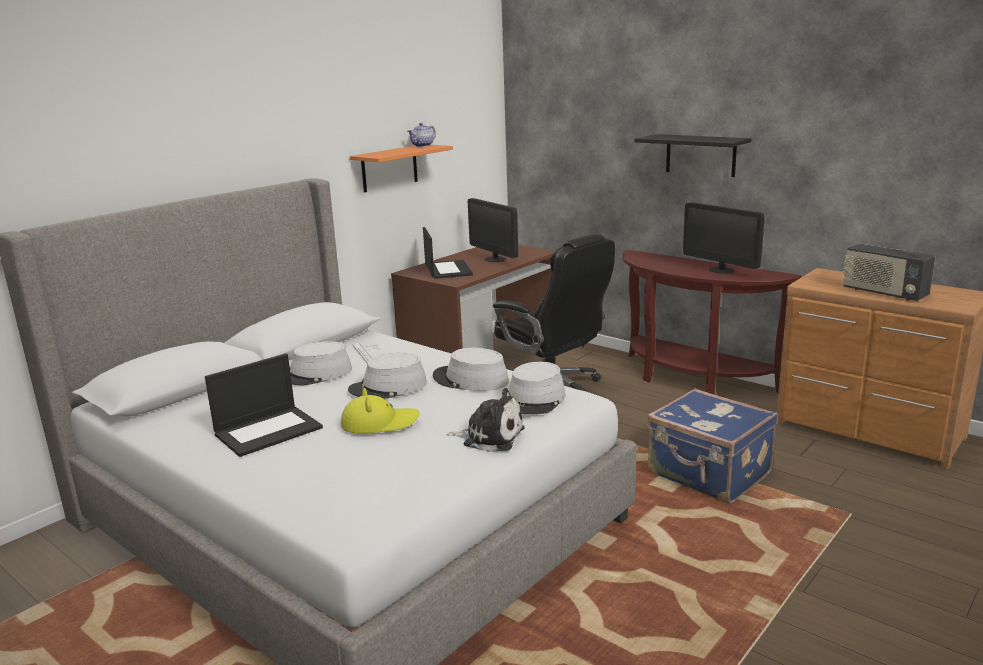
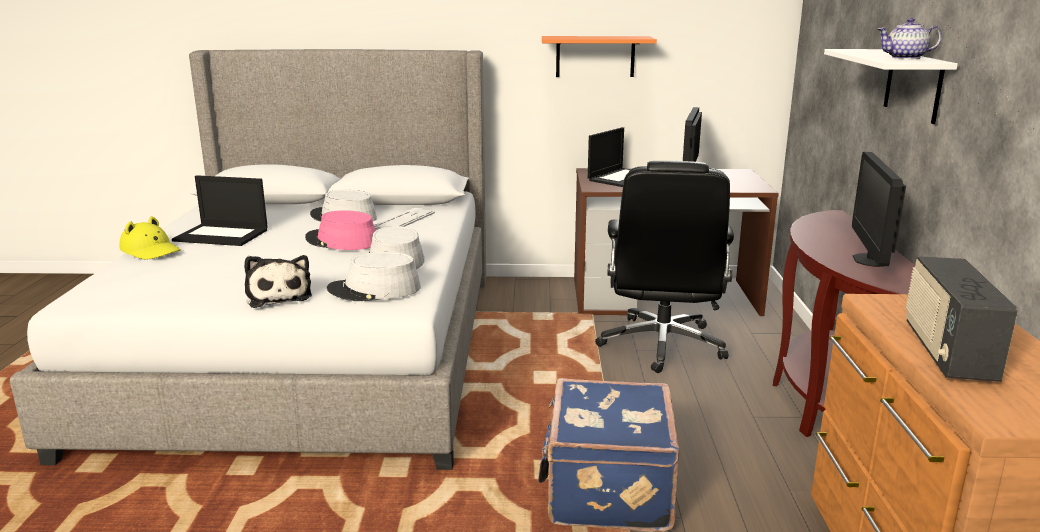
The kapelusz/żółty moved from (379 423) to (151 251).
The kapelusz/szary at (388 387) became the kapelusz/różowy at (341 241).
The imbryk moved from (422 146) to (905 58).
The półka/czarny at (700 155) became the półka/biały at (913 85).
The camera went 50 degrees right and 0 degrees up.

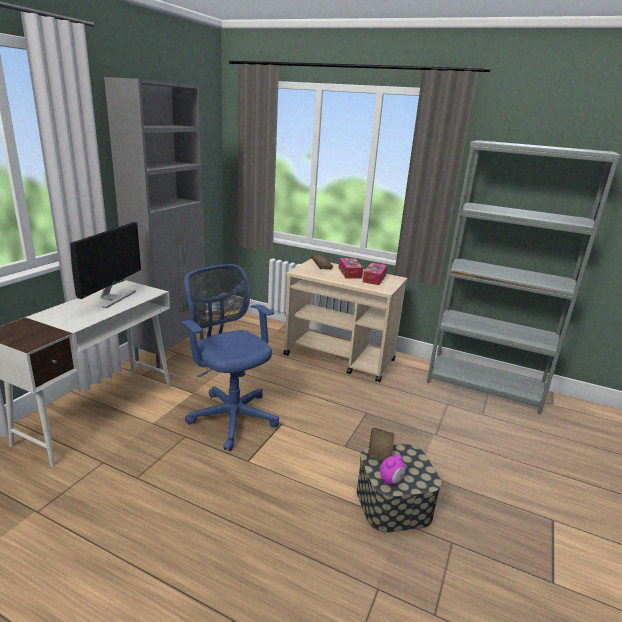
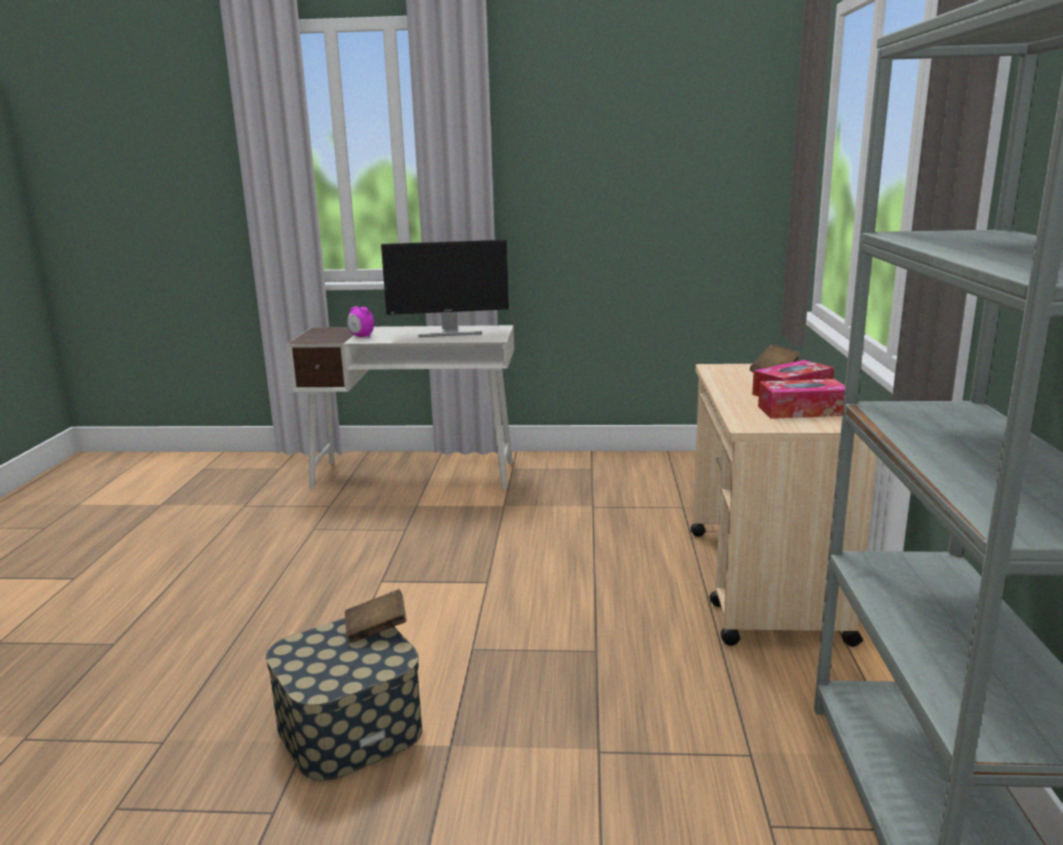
The szafka/szary at (172 350) disappeared.
The krzesło biurowe/niebieski at (231 415) disappeared.
The budzik moved from (391 481) to (361 336).
The camera went 70 degrees right and 5 degrees down.

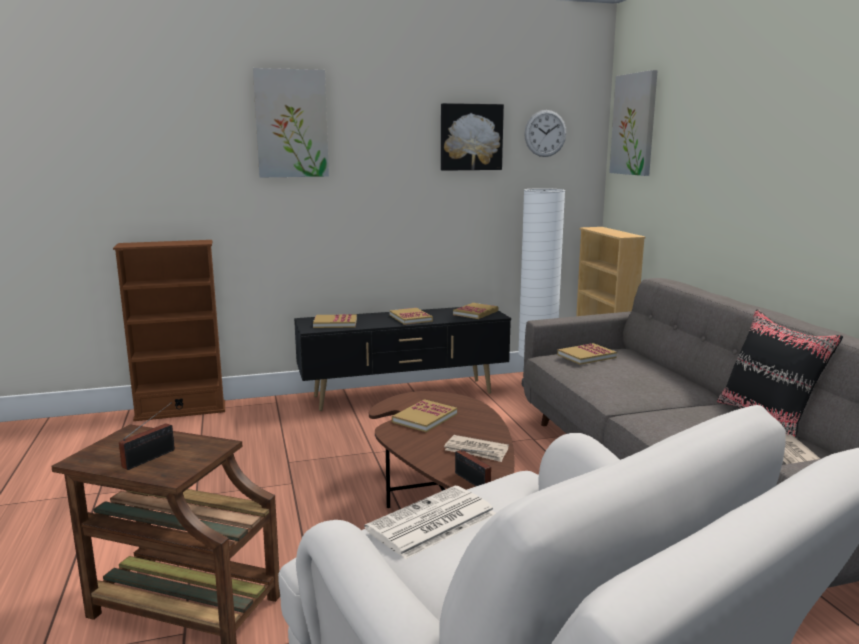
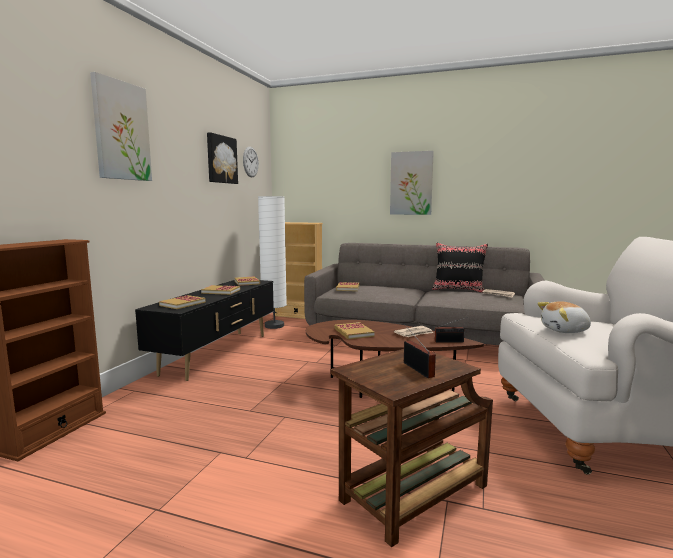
The gazeta at (431 523) was replaced by the pluszak at (565 330).
The obraz moved from (634 124) to (411 183).
The camera went 55 degrees left and 5 degrees down.

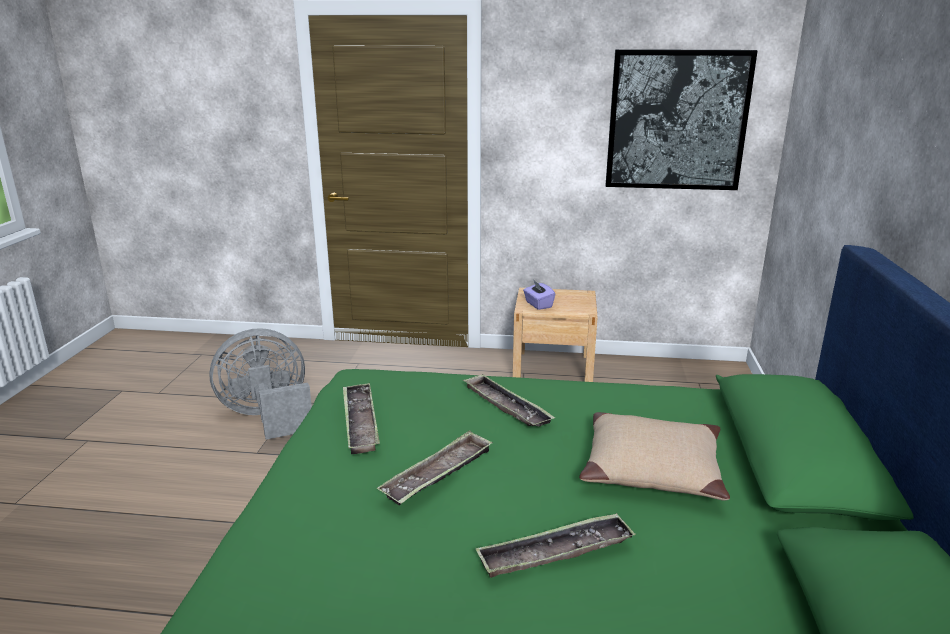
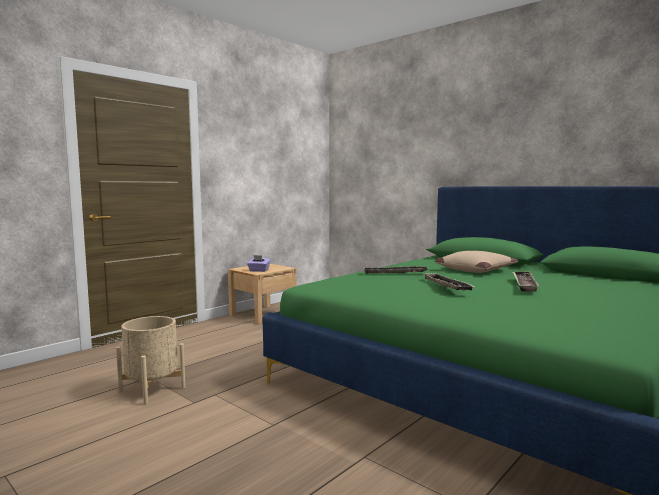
The wentylator/szary at (268 417) was replaced by the donica/beżowy at (152 389).
The taca at (360 422) disappeared.
The obraz at (677 120) disappeared.
The camera went 55 degrees left and 15 degrees down.

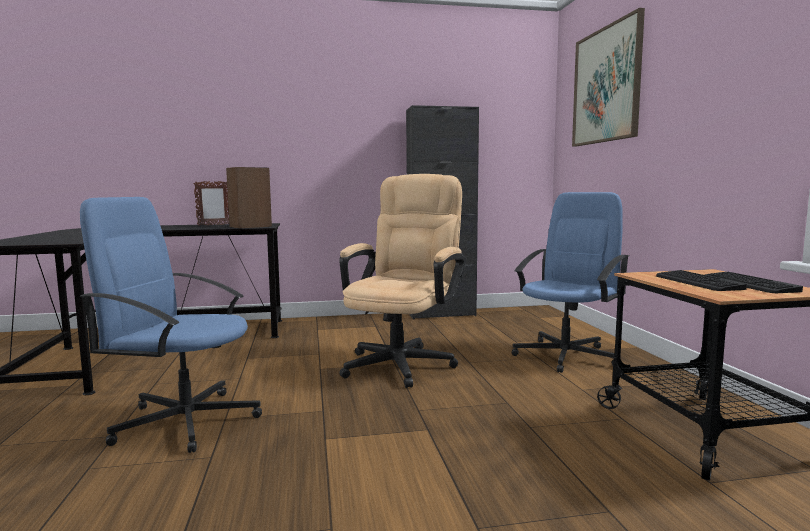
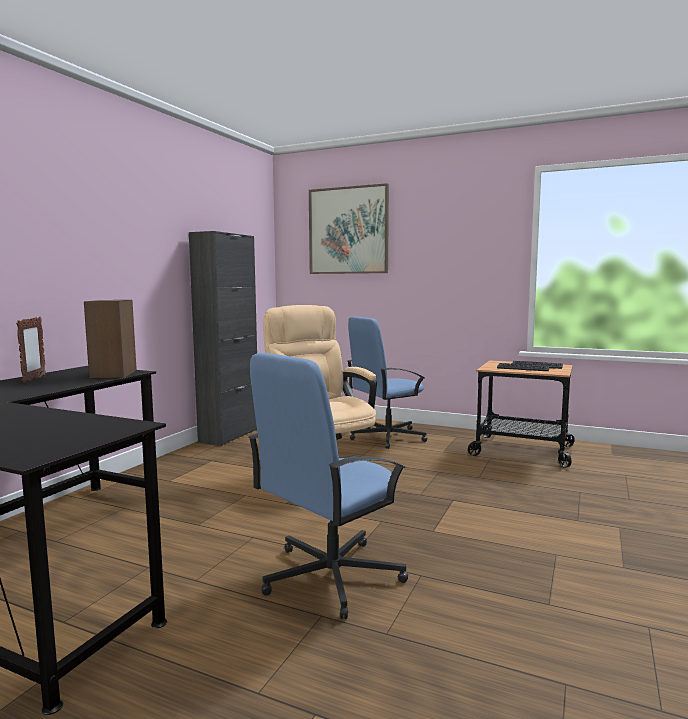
The krzesło biurowe/niebieski at (566 356) turned 105 degrees counterclockwise.
The camera went 55 degrees left and 0 degrees up.

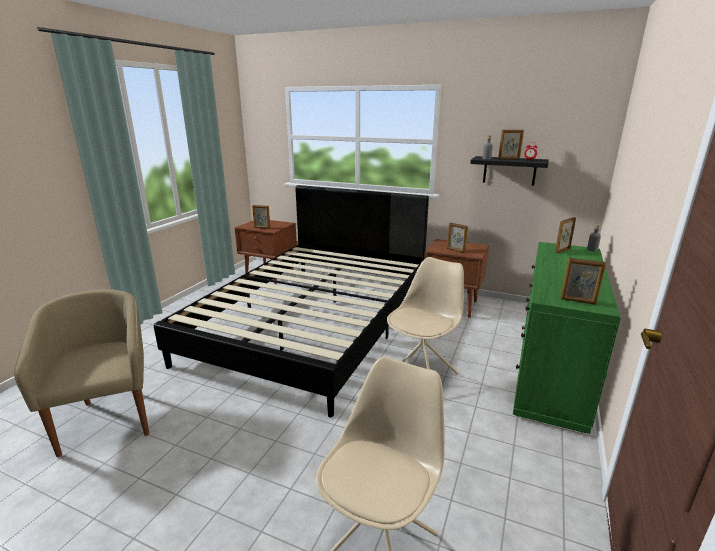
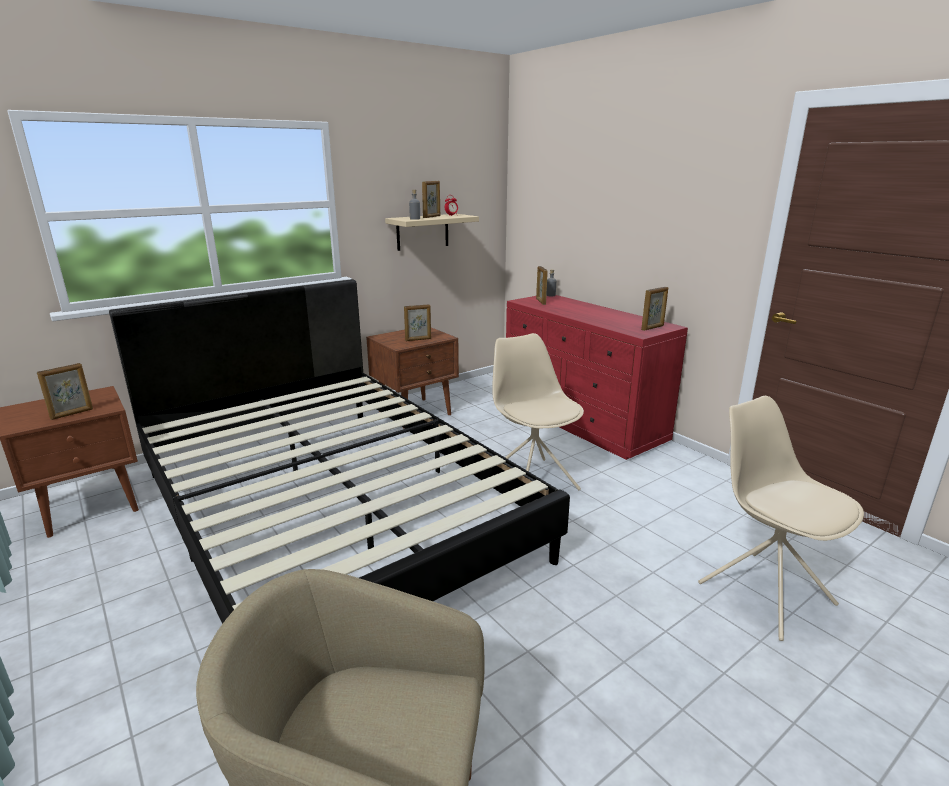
The półka/czarny at (509 171) became the półka/beżowy at (422 232).
The komoda/zielony at (550 374) became the komoda/czerwony at (582 421).
The camera went 60 degrees left and 0 degrees up.

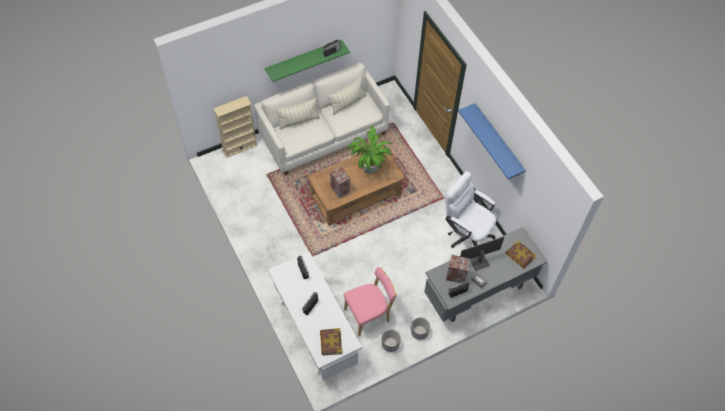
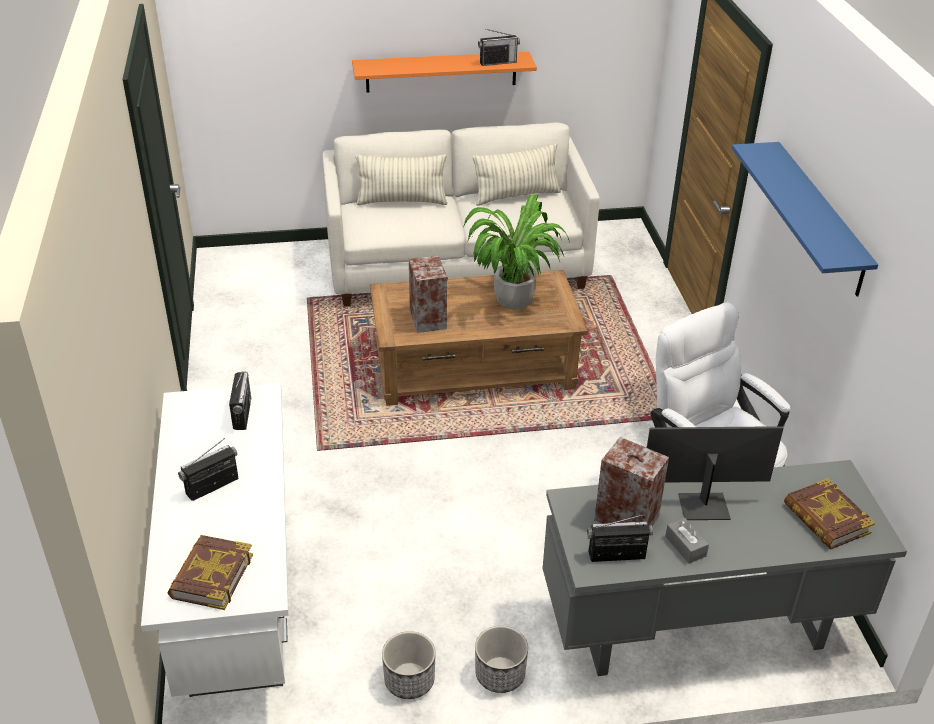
The regał/beżowy at (239 147) disappeared.
The półka/zielony at (304 59) became the półka/pomarańczowy at (441 72).
The krzesło/różowy at (369 315) disappeared.
The camera went 20 degrees right and 20 degrees down.

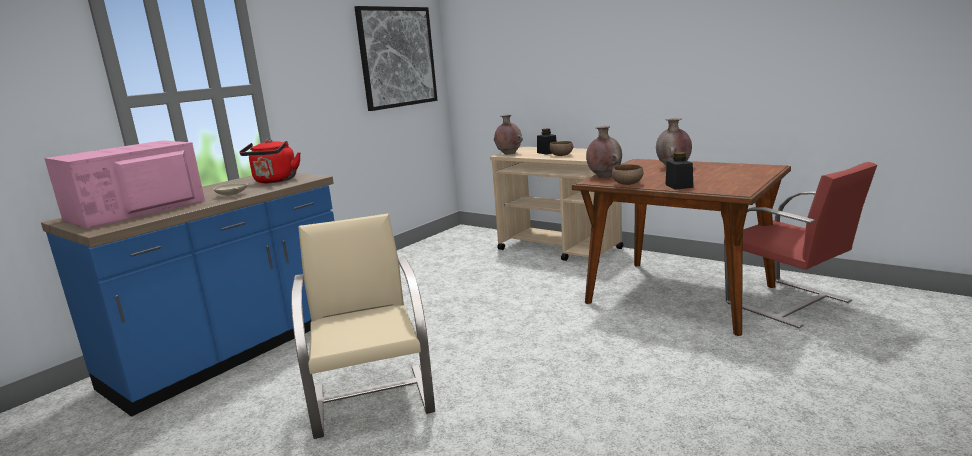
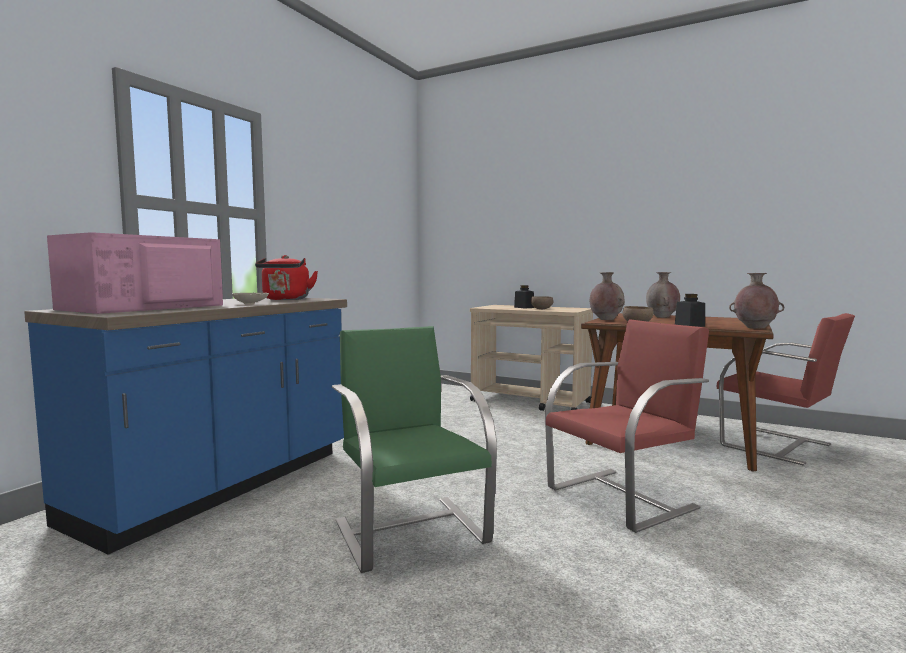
The krzesło/beżowy at (372 398) became the krzesło/zielony at (410 530).
The obraz at (397 57) disappeared.
The wazon/brązowy moved from (508 154) to (754 328).
The krzesło/czerwony at (623 498) appeared.
The camera went 10 degrees left and 10 degrees down.

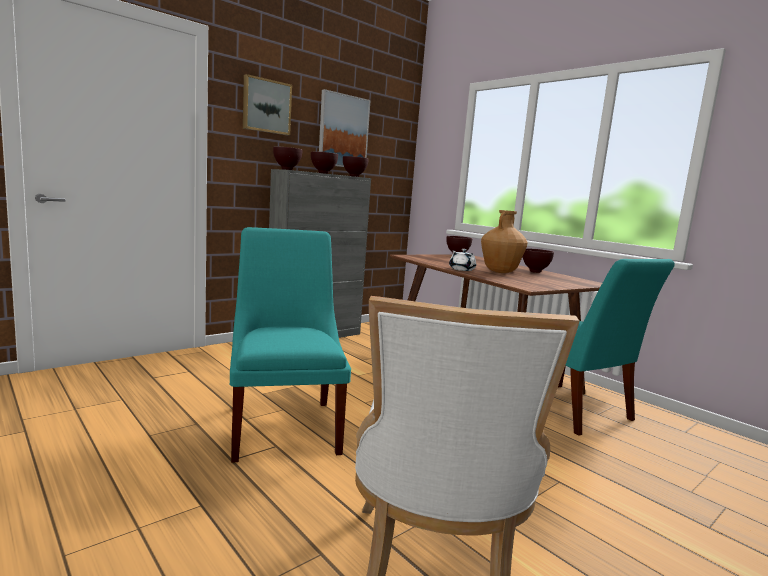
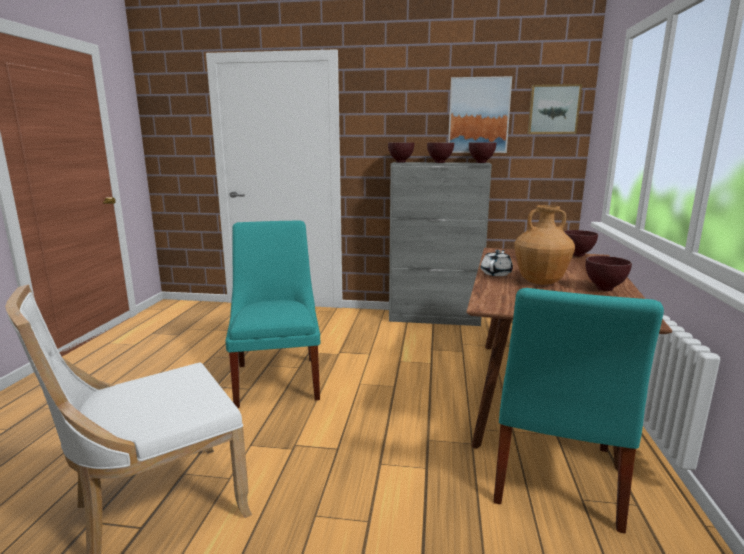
The krzesło/turkusowy at (284 425) turned 45 degrees counterclockwise.
The obraz moved from (266 106) to (553 109).
The camera went 50 degrees right and 5 degrees up.

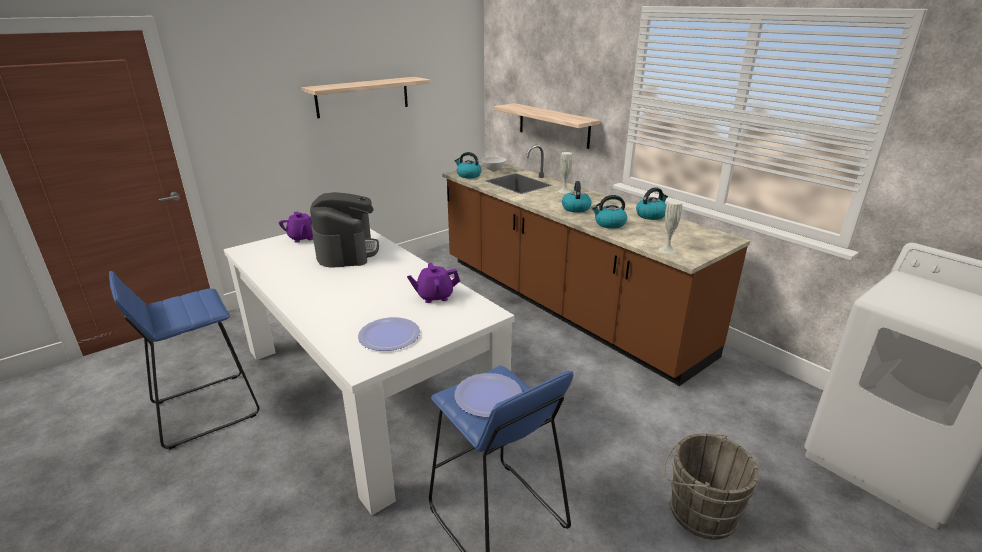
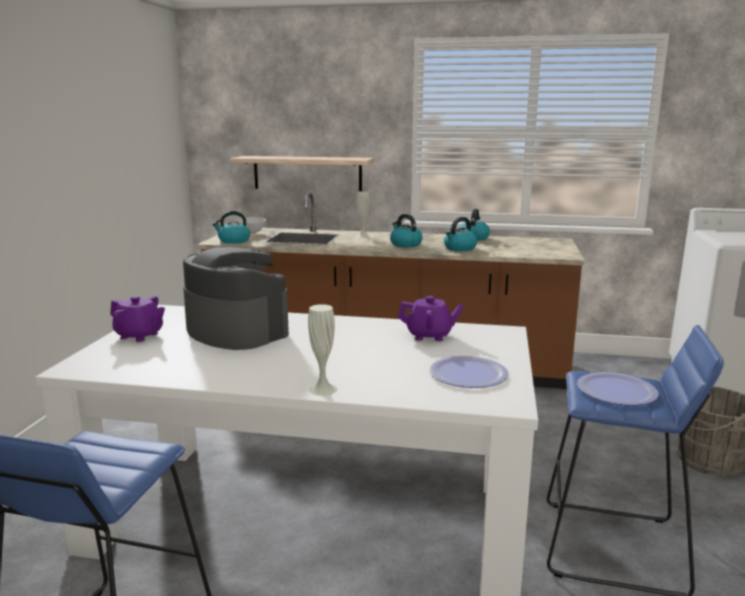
The półka at (363 97) disappeared.
The imbryk/fioletowy at (434 296) turned 120 degrees counterclockwise.
The wazon/biały moved from (667 250) to (323 389).
The camera went 40 degrees left and 10 degrees down.

